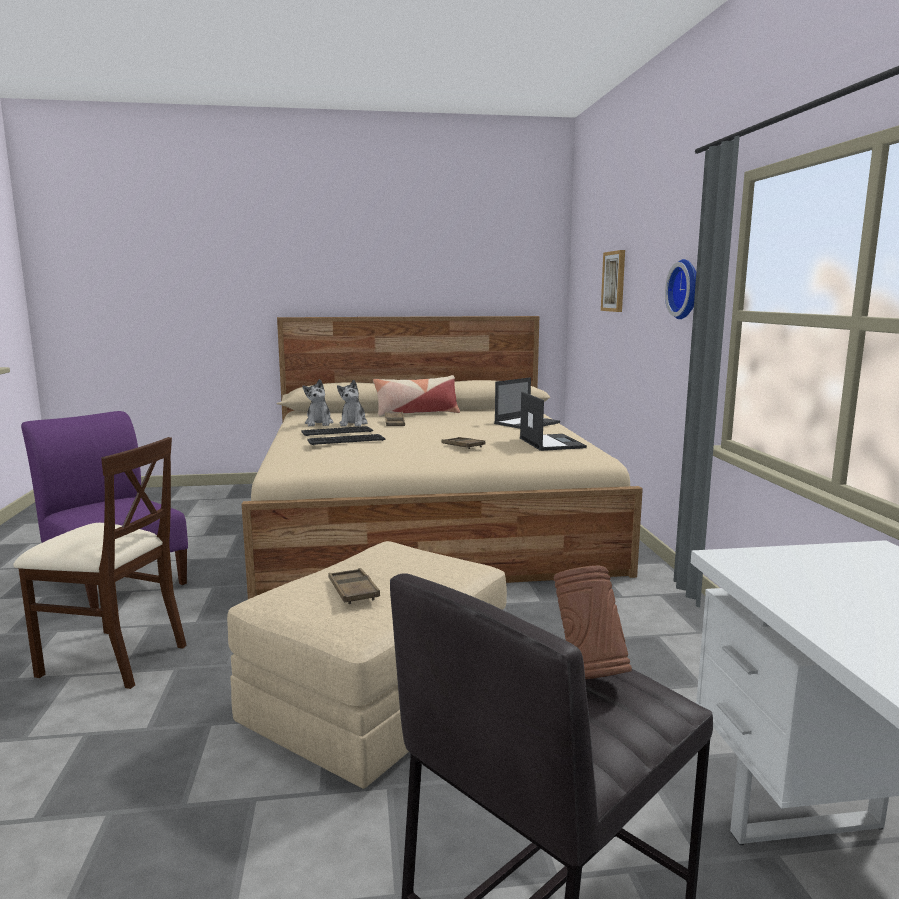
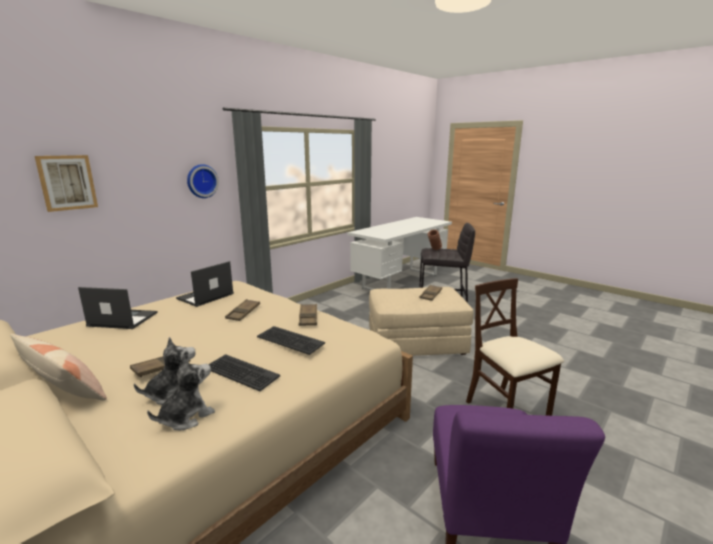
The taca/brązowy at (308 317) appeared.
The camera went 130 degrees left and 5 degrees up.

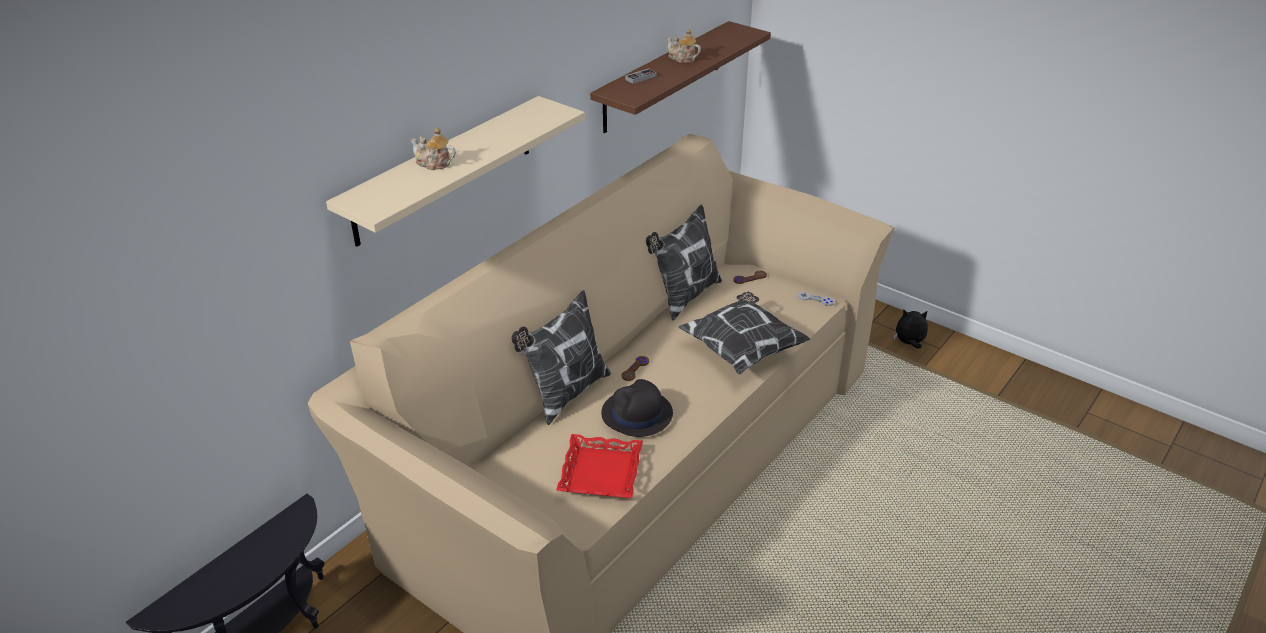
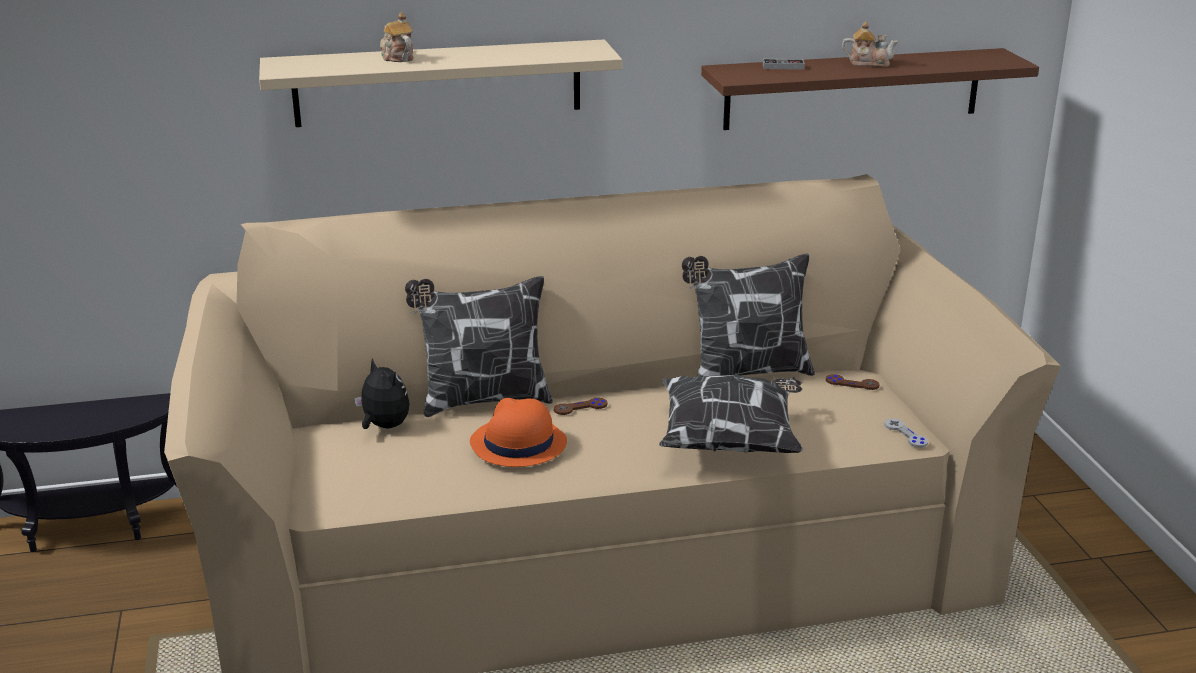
The taca/czerwony at (601 472) disappeared.
The kapelusz/czarny at (637 414) became the kapelusz/pomarańczowy at (517 444).
The imbryk at (682 58) turned 120 degrees clockwise.
The pluszak moved from (909 343) to (384 426).
The camera went 40 degrees right and 10 degrees down.

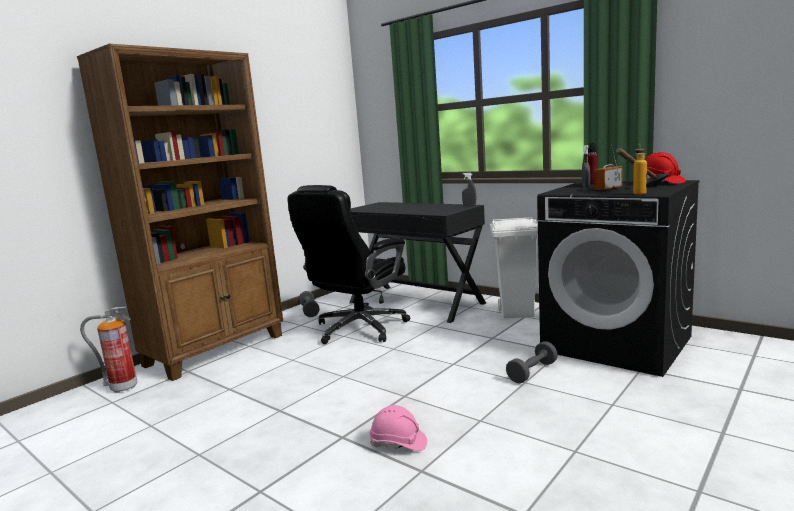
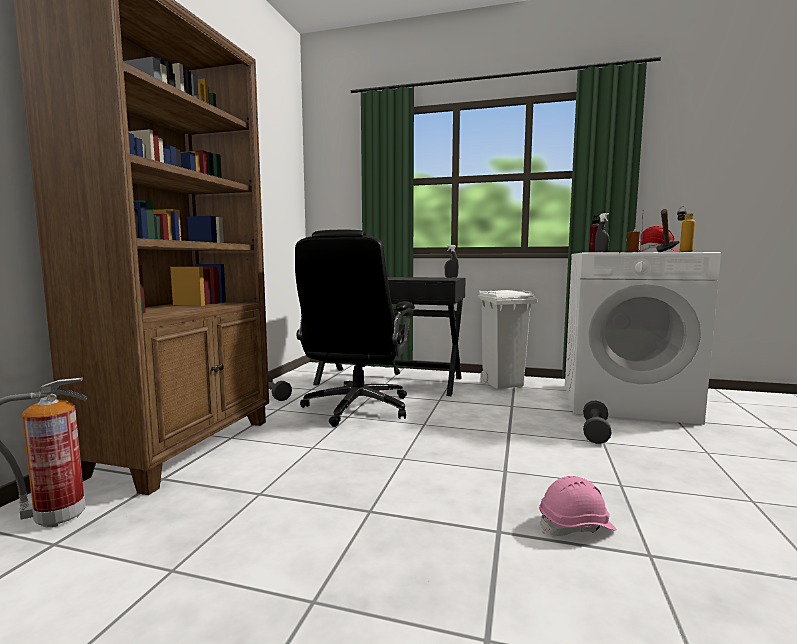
The pralka/czarny at (617 344) became the pralka/biały at (626 402).
The camera went 25 degrees left and 5 degrees down.

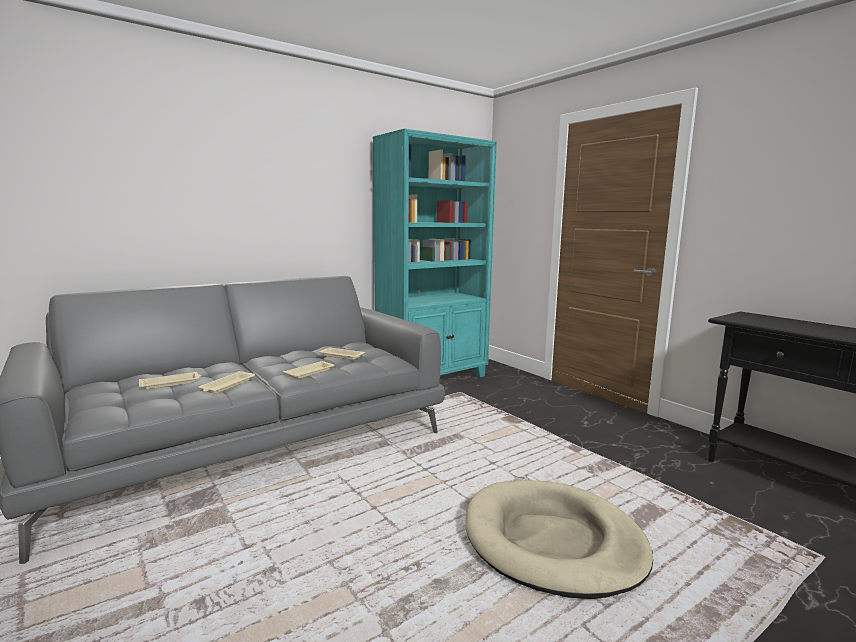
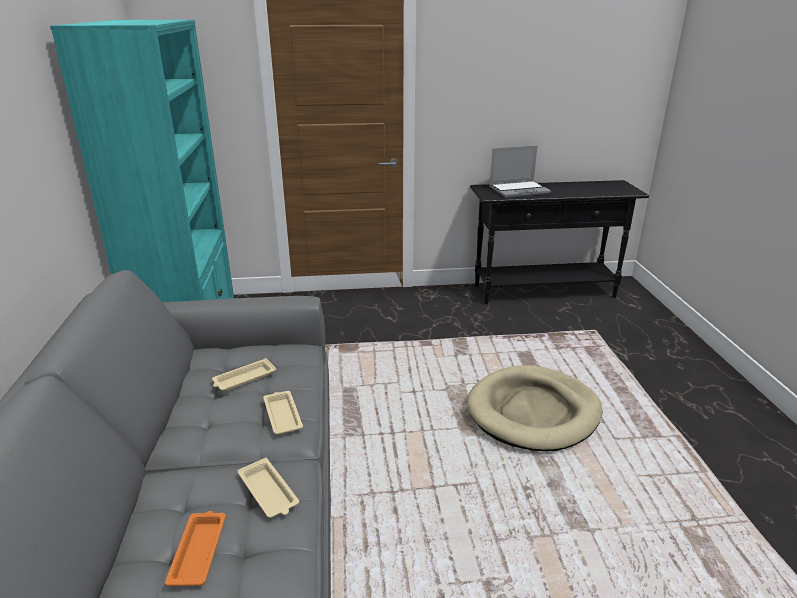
The taca/beżowy at (171 383) became the taca/pomarańczowy at (199 551).
The laptop at (519 190) appeared.
The camera went 60 degrees left and 15 degrees up.

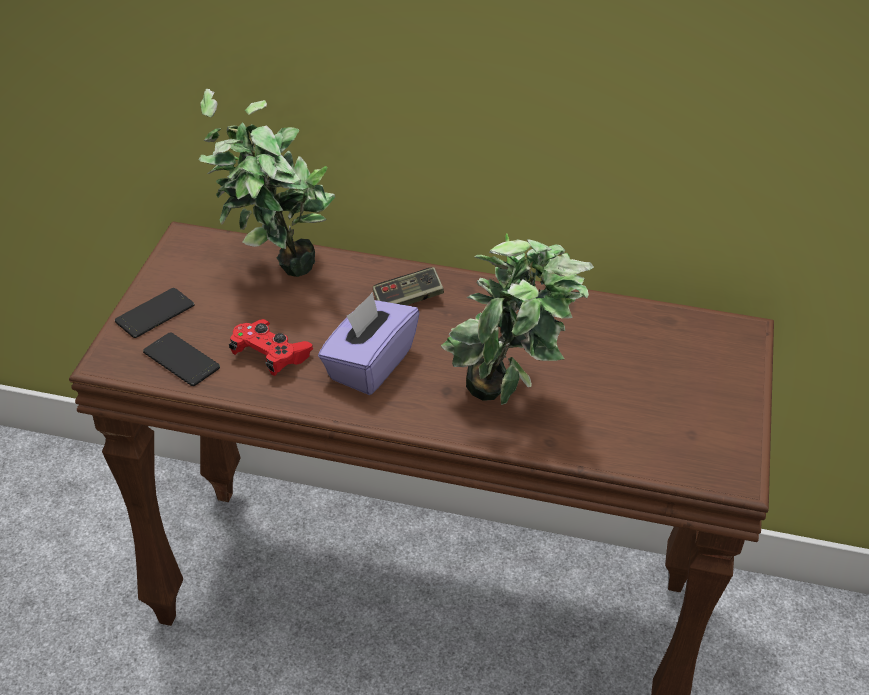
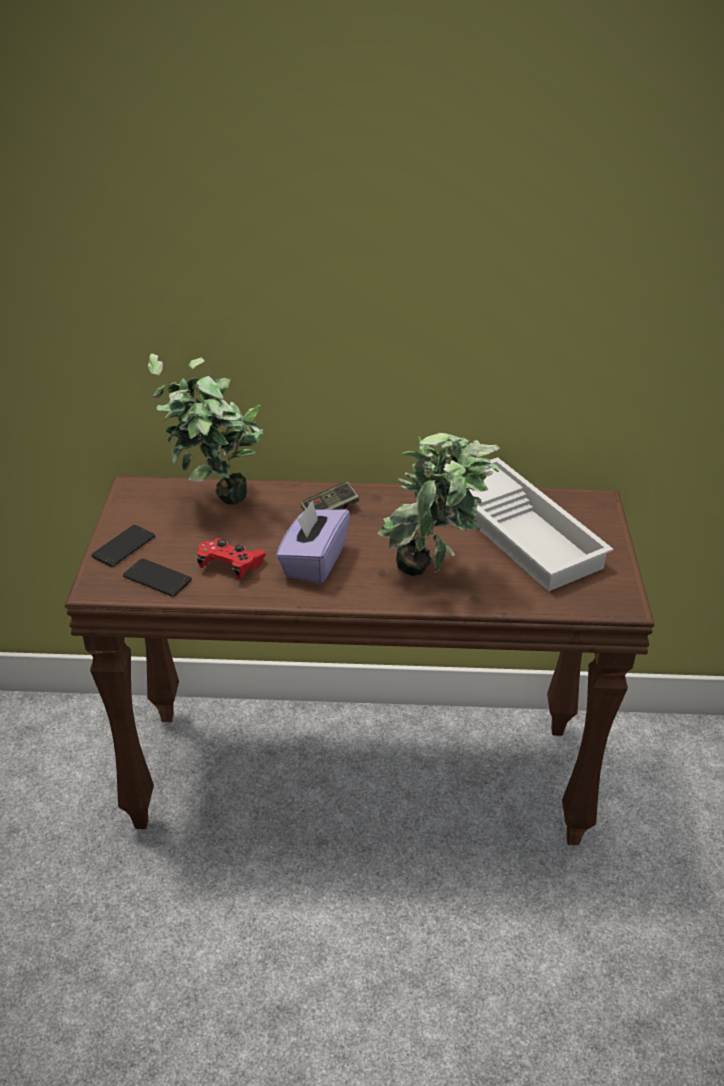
The taca/biały at (523 532) appeared.
The camera went 10 degrees left and 5 degrees down.

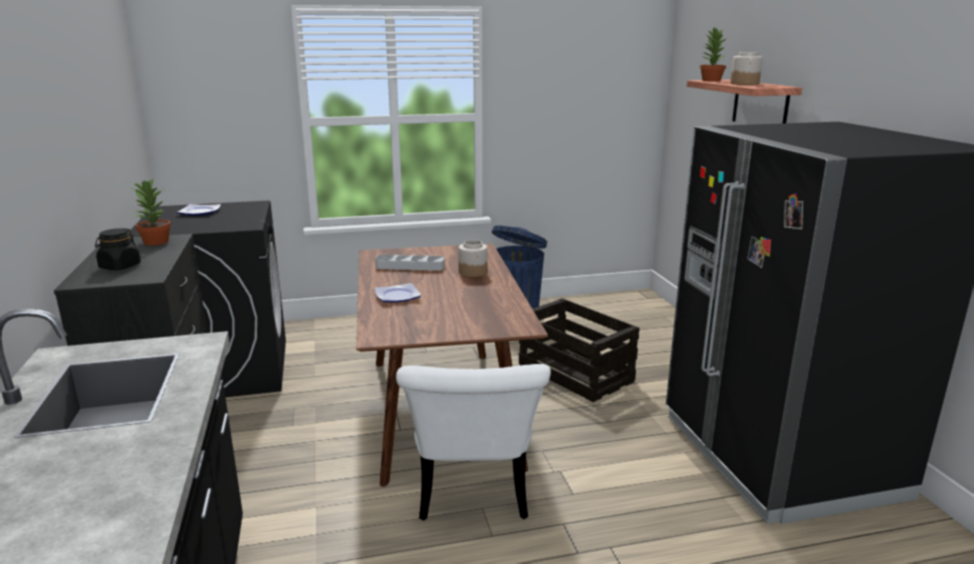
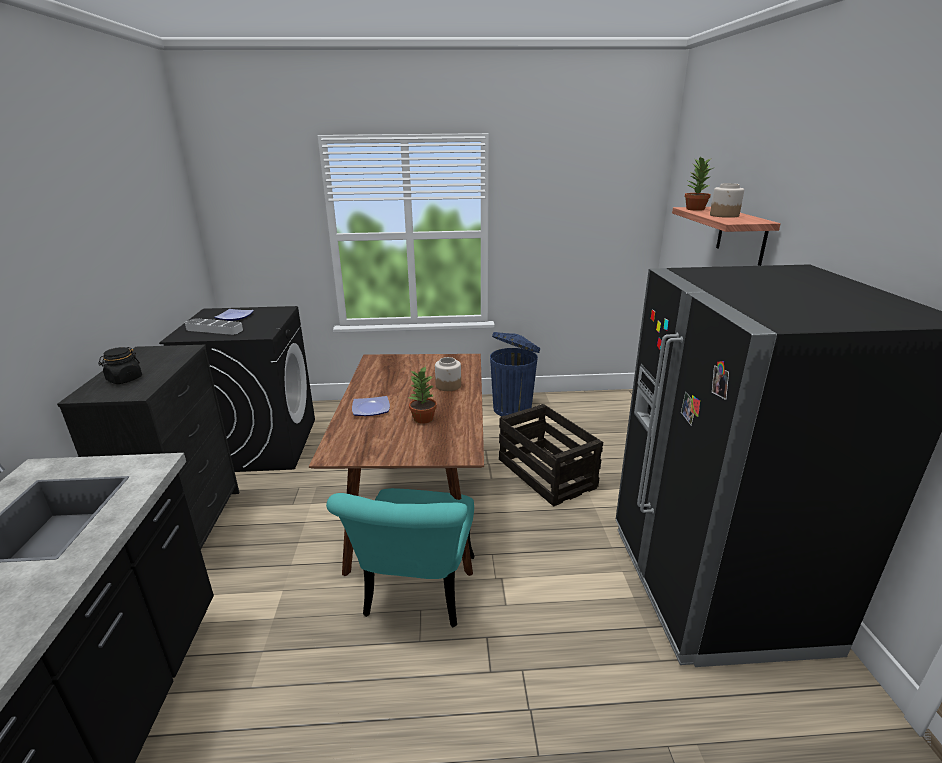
The roślina doniczkowa moved from (155 242) to (423 419).
The taca/szary moved from (410 266) to (214 330).
The krzesło/biały at (473 495) became the krzesło/turkusowy at (417 595).
The camera went 10 degrees right and 5 degrees up.

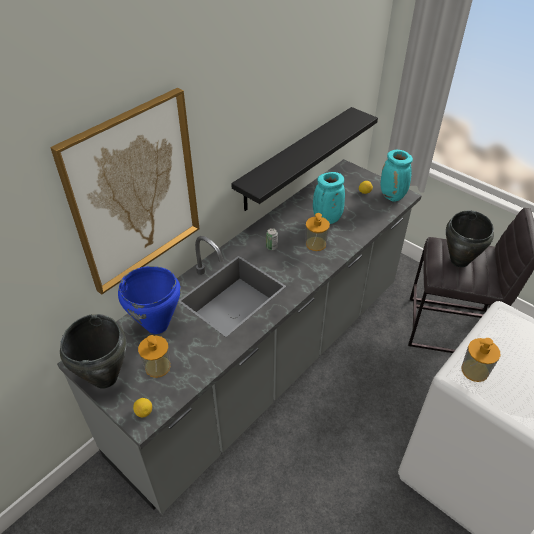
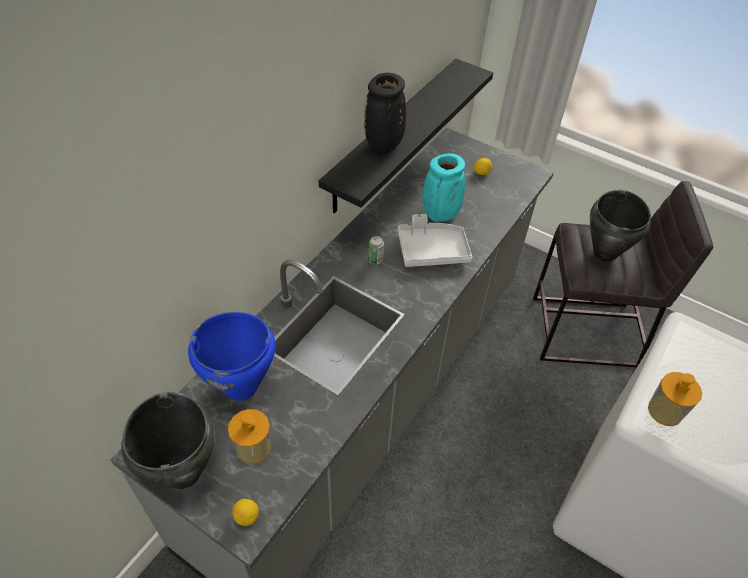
The obraz at (135 193) disappeared.
The dozownik mydła at (316 244) was replaced by the taca/szary at (432 251).
The wazon/turkusowy at (392 196) disappeared.
The wazon/czarny at (384 147) appeared.
The camera went 10 degrees left and 5 degrees up.

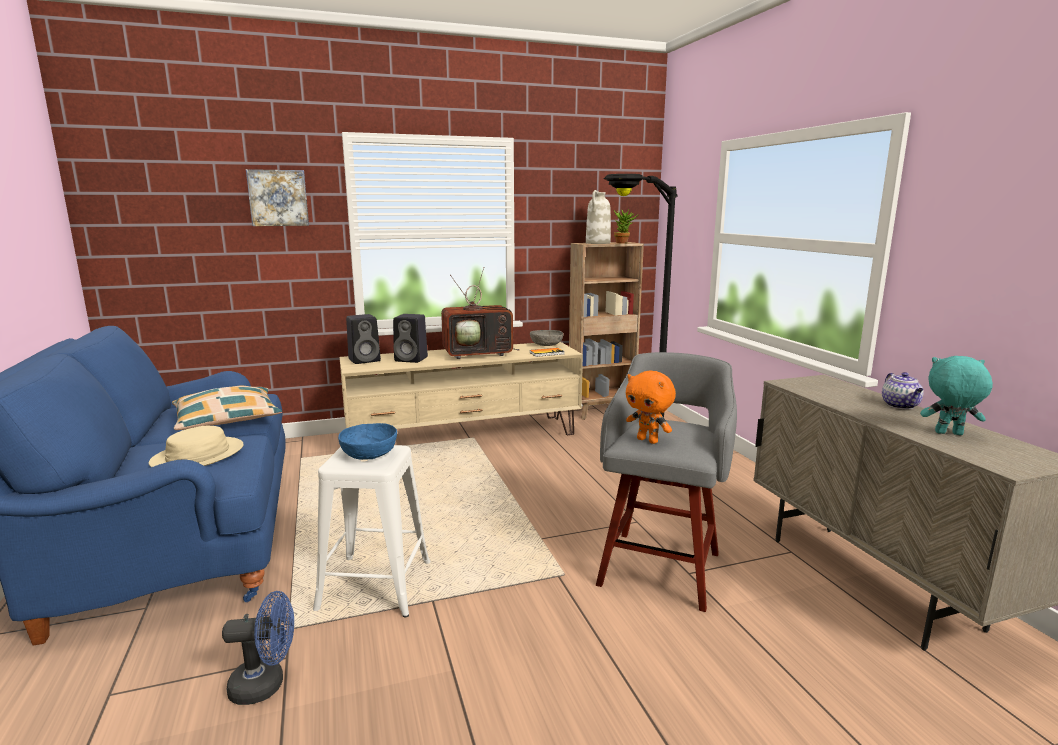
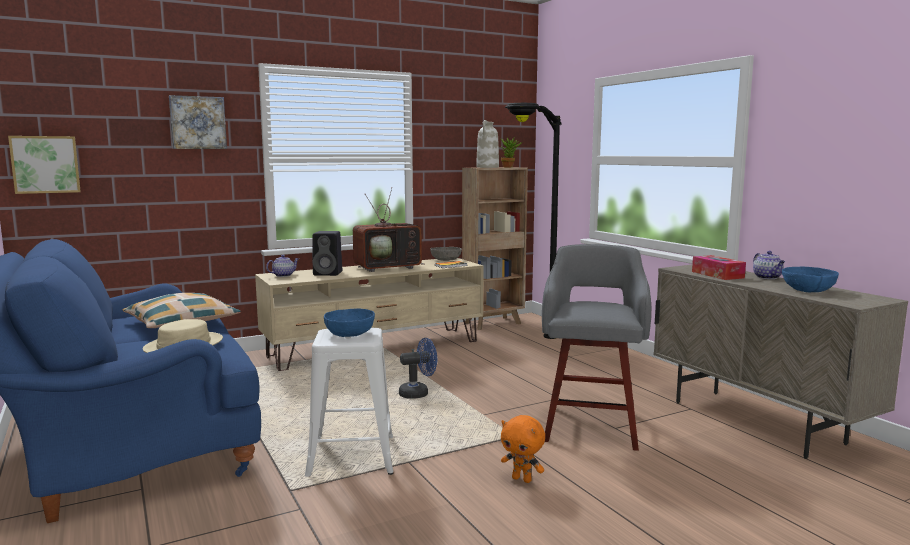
The wentylator/niebieski moved from (266 685) to (418 393).
The głośnik/czarny at (365 360) was replaced by the imbryk at (283 275).
The pluszak/pomarańczowy moved from (648 440) to (522 479).
The pluszak/turkusowy at (948 434) was replaced by the miska/niebieski at (808 290).
The obraz at (45 164) appeared.
The pudełko chusteczek at (717 275) appeared.
The camera went 10 degrees left and 5 degrees down.

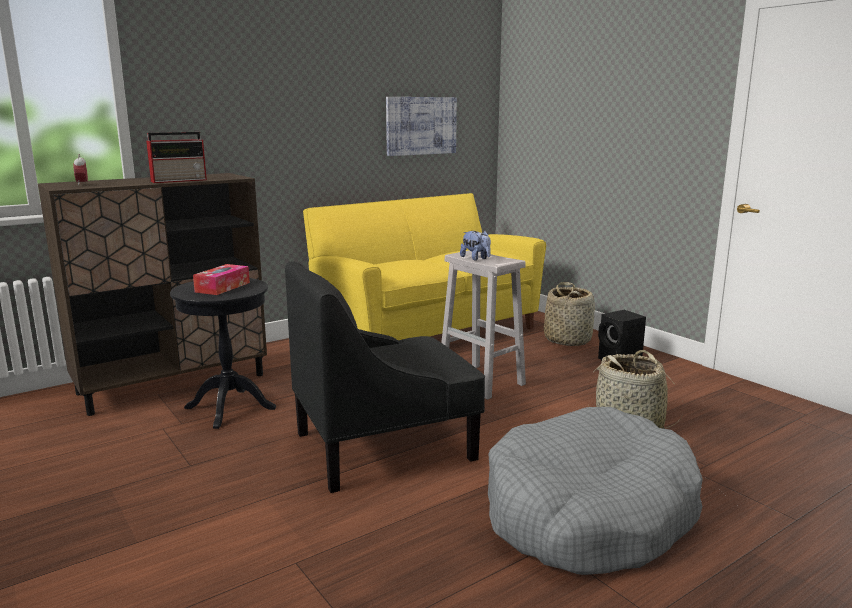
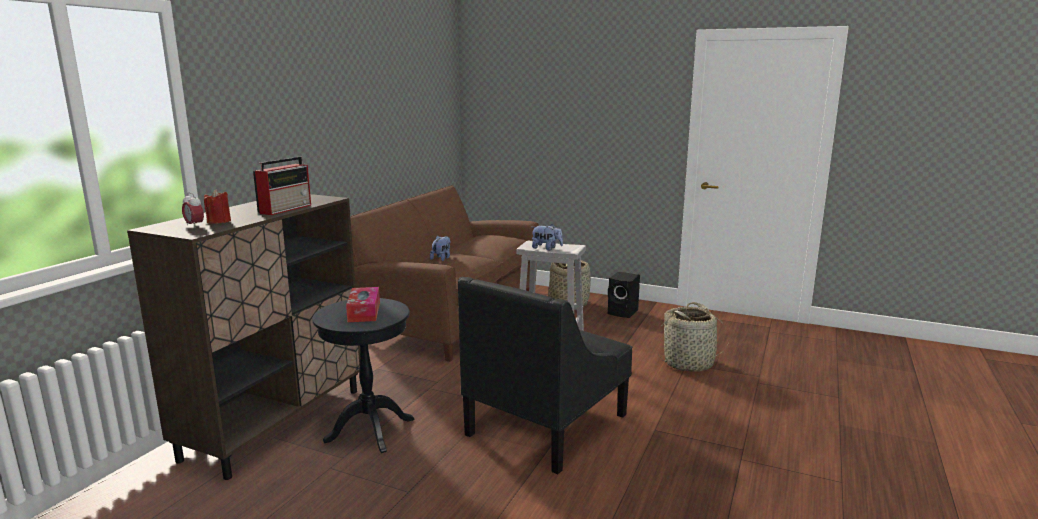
The kanapa/żółty at (426 332) became the kanapa/brązowy at (452 318).
The obraz at (421 126) disappeared.
The legowisko/szary at (588 513) disappeared.
The świeca/czerwony at (219 221) appeared.
The pluszak at (441 258) appeared.
The camera went 30 degrees left and 0 degrees up.

